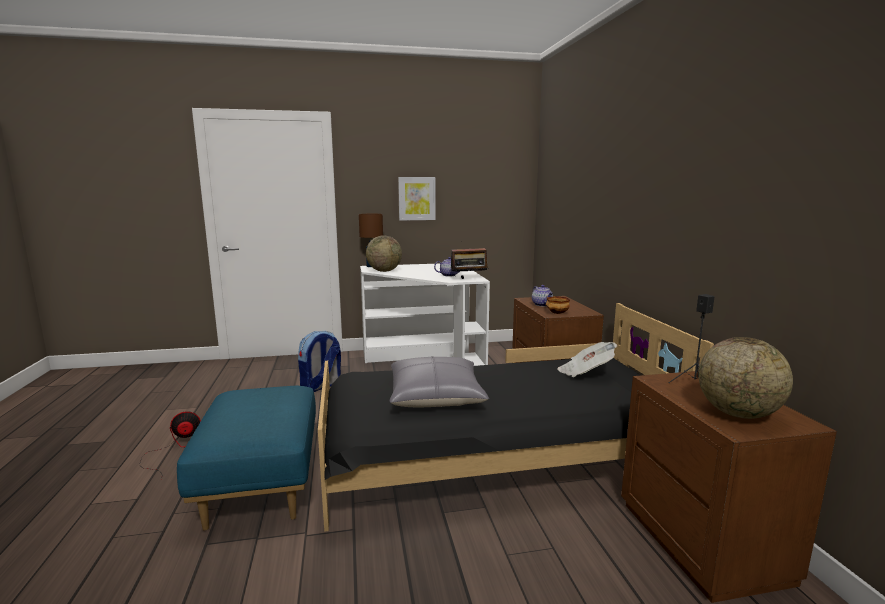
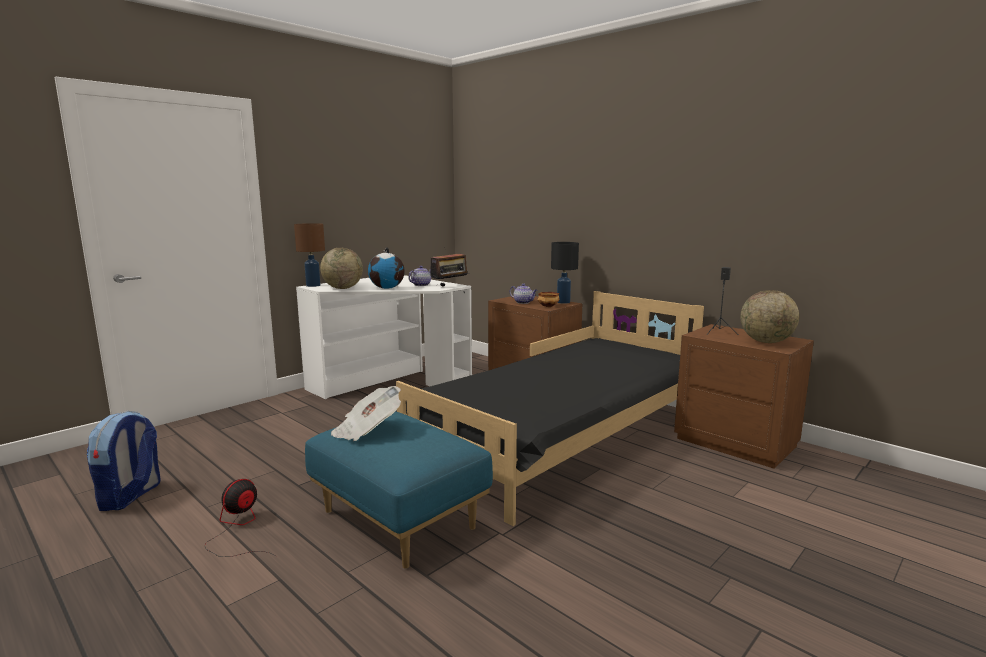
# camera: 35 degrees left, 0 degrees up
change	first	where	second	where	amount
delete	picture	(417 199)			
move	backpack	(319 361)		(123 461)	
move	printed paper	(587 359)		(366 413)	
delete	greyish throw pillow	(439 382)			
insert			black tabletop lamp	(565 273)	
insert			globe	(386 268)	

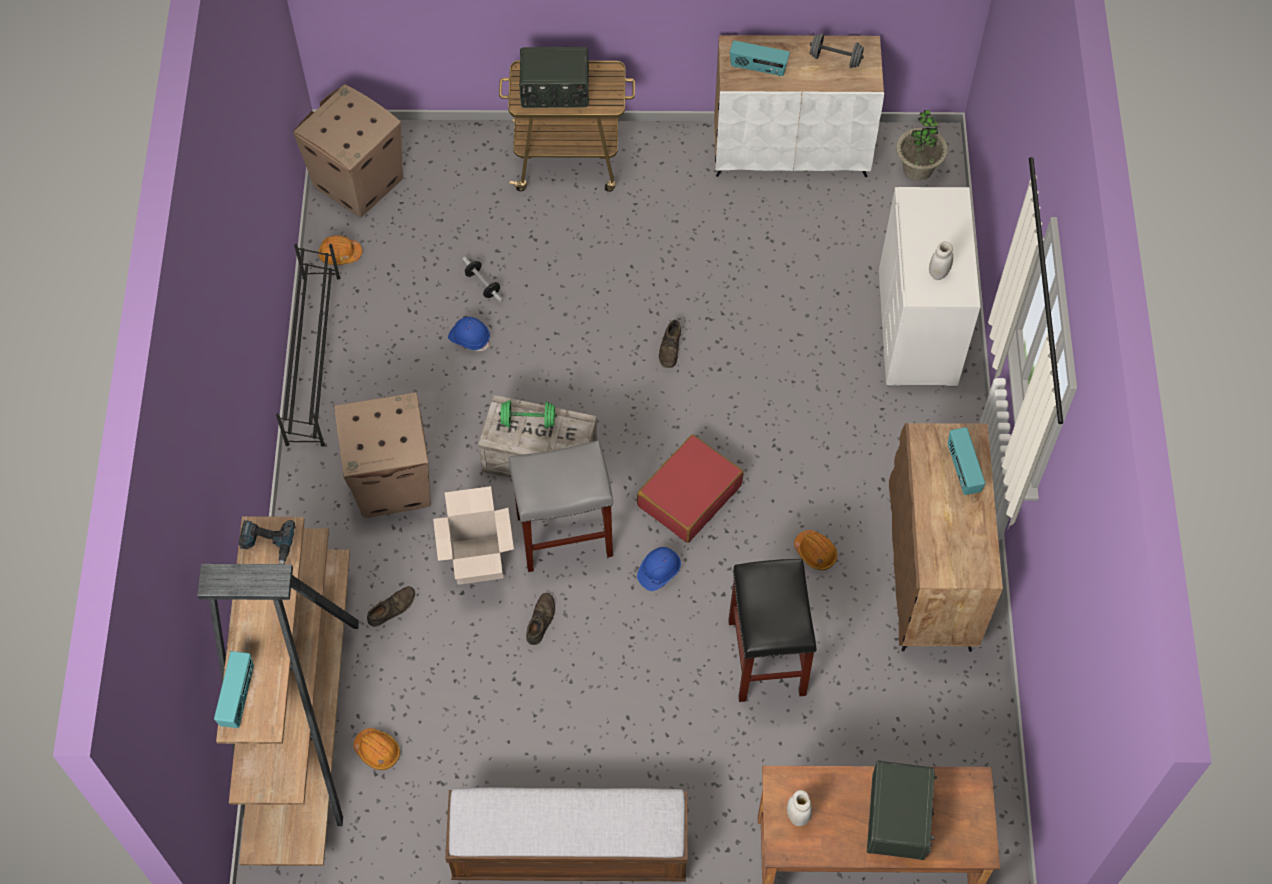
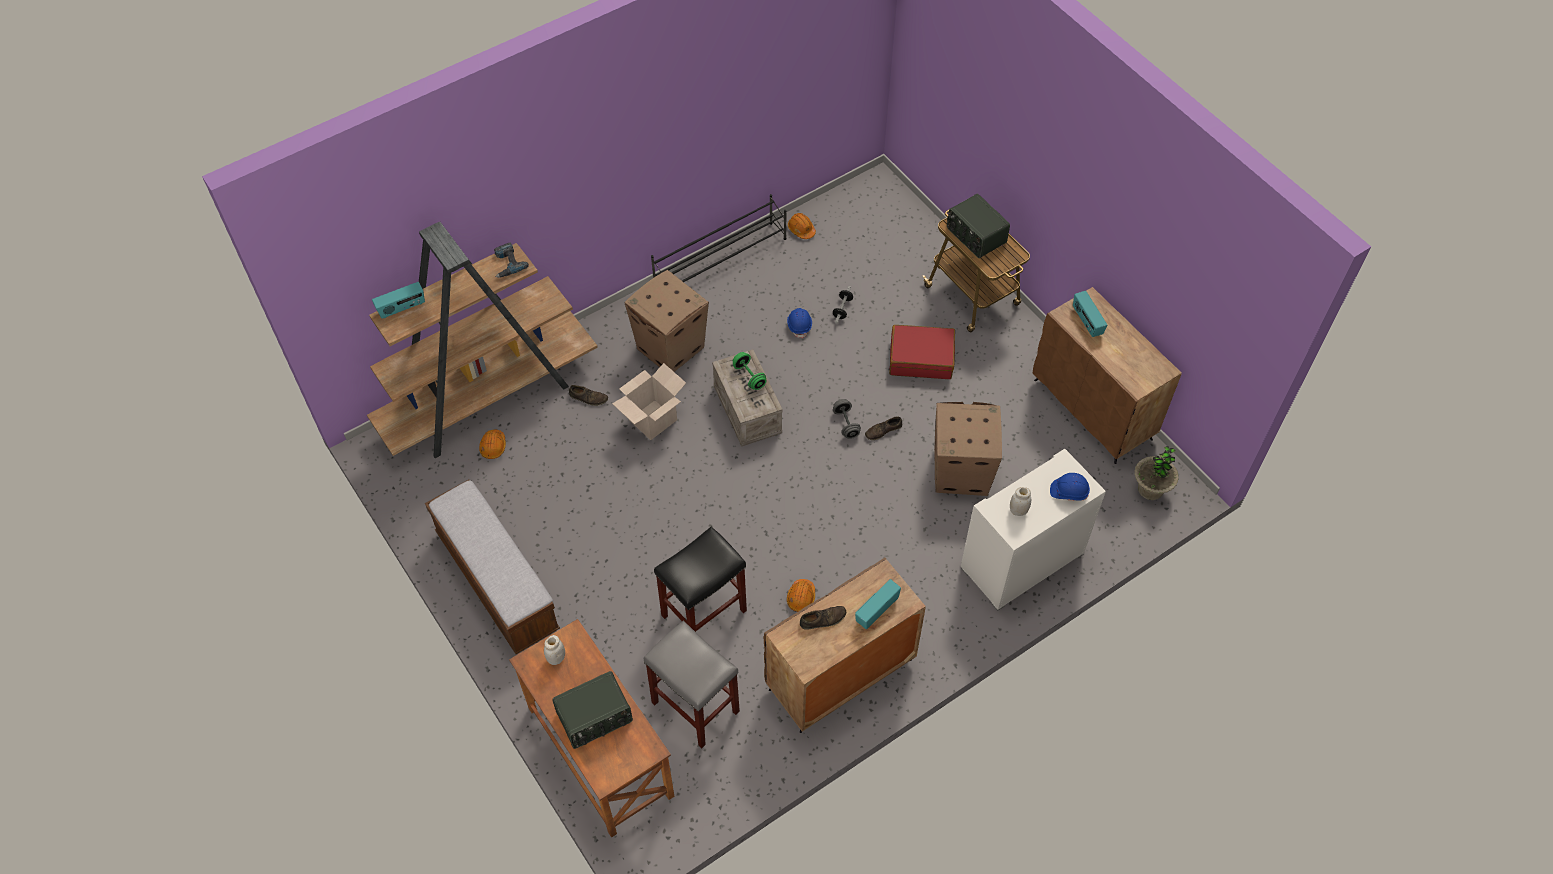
# camera: 55 degrees right, 5 degrees down
change	first	where	second	where	amount
move	greyish free weight	(837 50)		(847 419)	
recolor	white cupboard	(799 106)	brown cupboard	(1107 375)	
move	cardboard box	(348 151)		(968 449)	
move	reddish piece of luggage	(690 488)		(922 352)	
move	greyish stool seat	(561 506)		(692 684)	
move	blue-coloured safety helmet	(659 569)		(1070 487)	
move	brown low shoe	(540 619)		(823 618)	

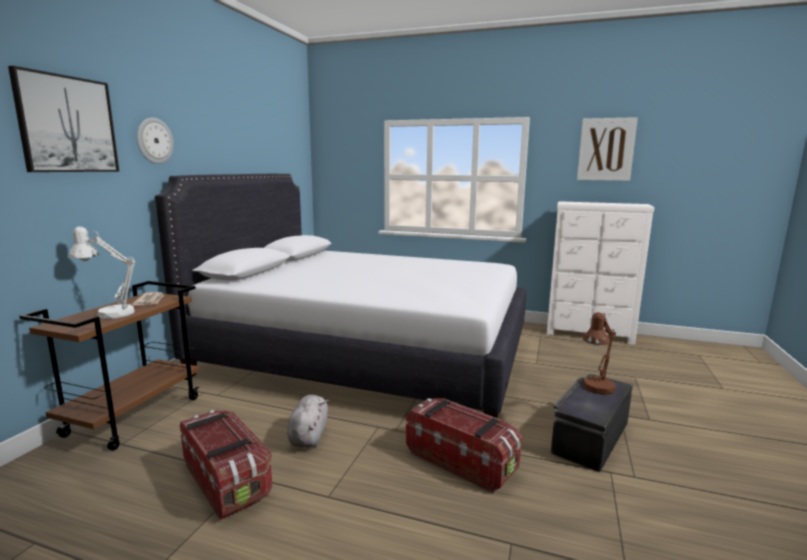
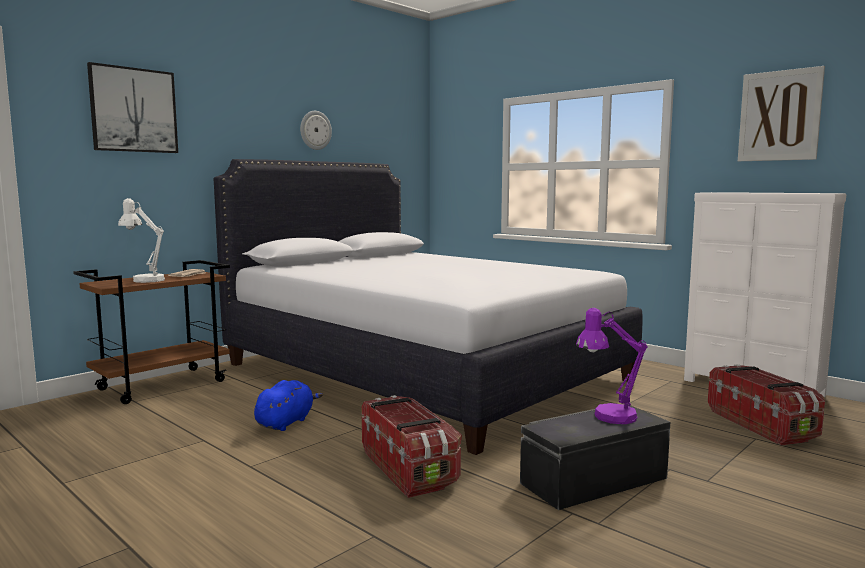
# camera: 25 degrees right, 5 degrees down
change	first	where	second	where	amount
move	hanging clock	(155 141)		(316 130)	
recolor	brown tabletop lamp	(599 353)	purplish tabletop lamp	(612 366)	
recolor	greyish plush toy	(308 421)	blue-coloured plush toy	(288 405)	
move	storage box	(226 465)		(766 405)	

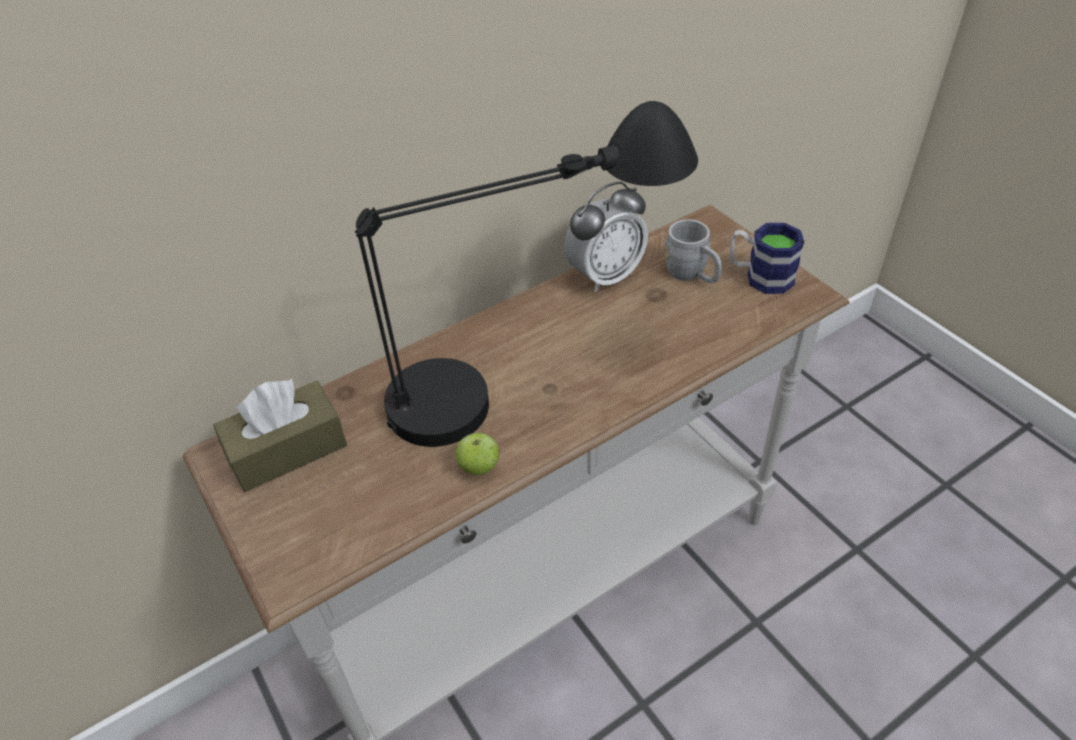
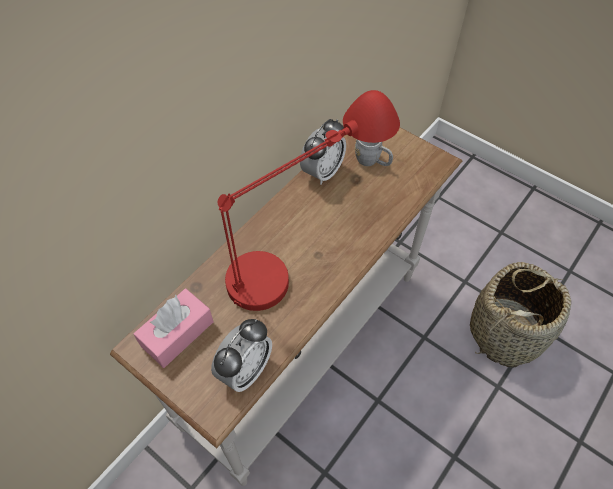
# camera: 20 degrees left, 10 degrees up
change	first	where	second	where	amount
recolor	black tabletop lamp	(526 274)	reddish tabletop lamp	(309 200)	
delete	coffee mug	(767 258)			
recolor	brown tissue box	(280 435)	pink-coloured tissue box	(174 328)	
delete	apple fruit	(477 454)			
insert			basket	(520 314)	
insert			table clock	(241 355)	

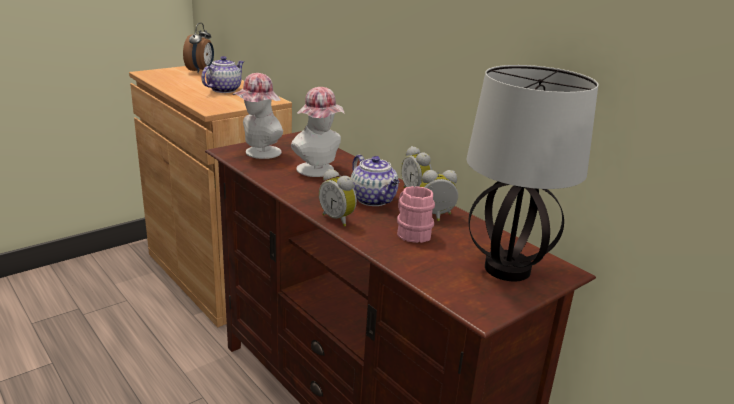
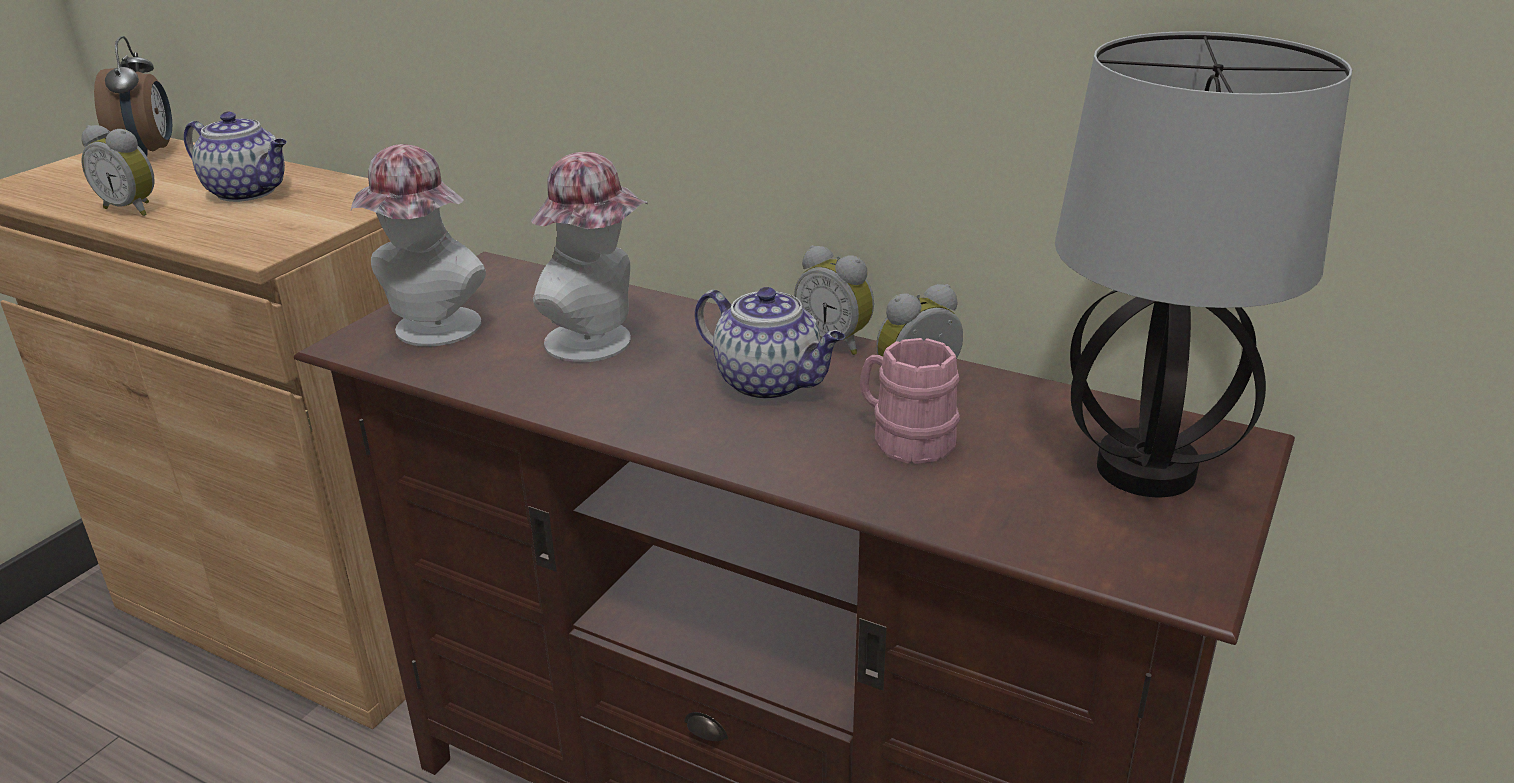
# camera: 20 degrees left, 5 degrees up
change	first	where	second	where	amount
rotate	pot for tea	(222 74)		(235 156)	105 degrees clockwise
move	table clock	(338 197)		(118 170)	

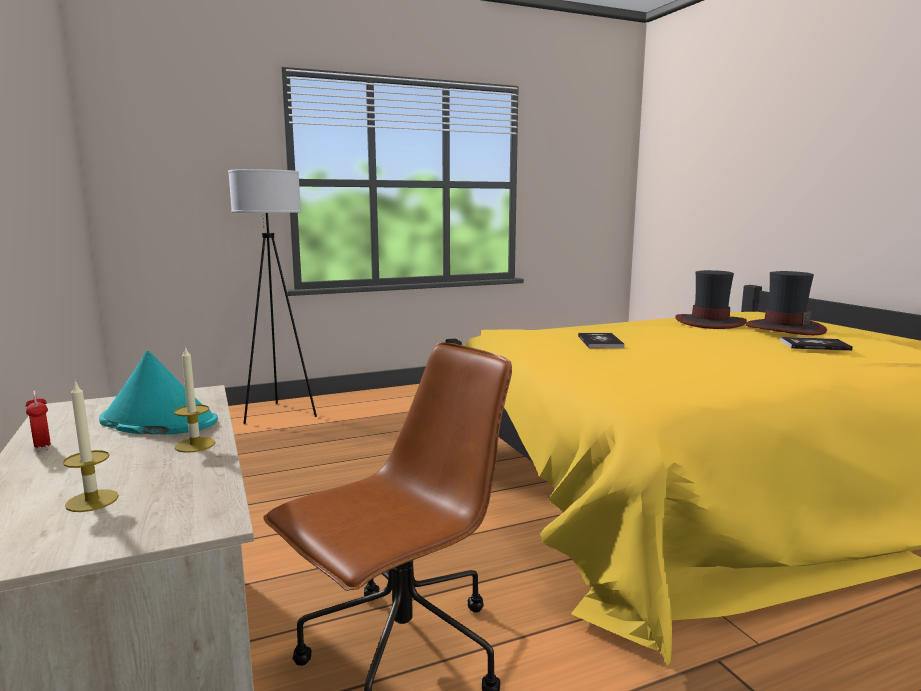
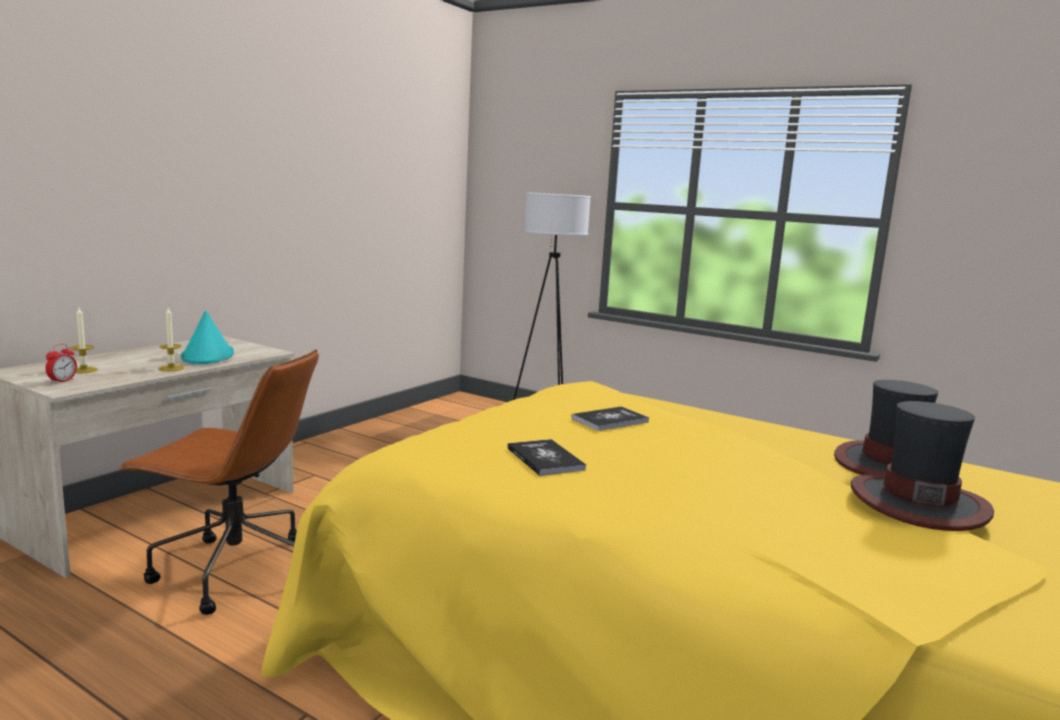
# camera: 55 degrees right, 0 degrees up
change	first	where	second	where	amount
move	book	(816 344)		(546 457)	
move	table clock	(38 421)		(61 364)	

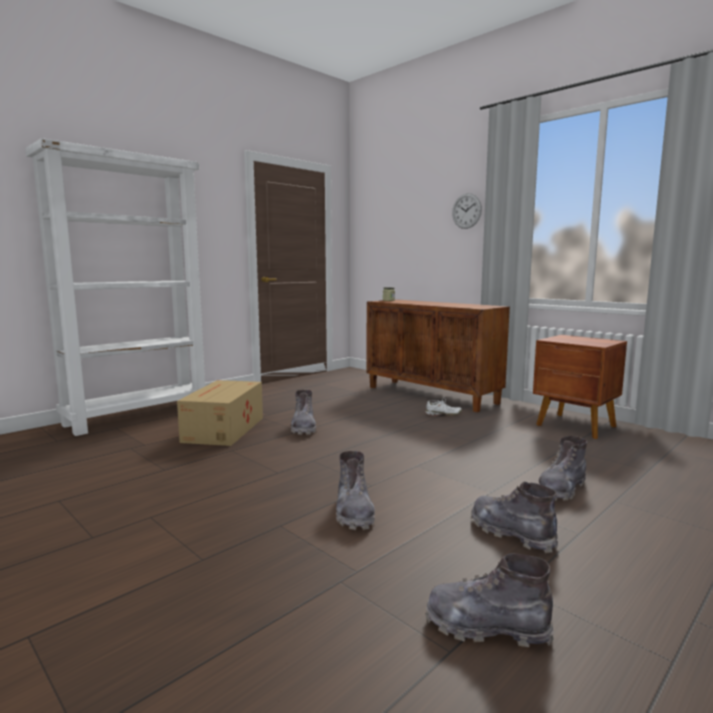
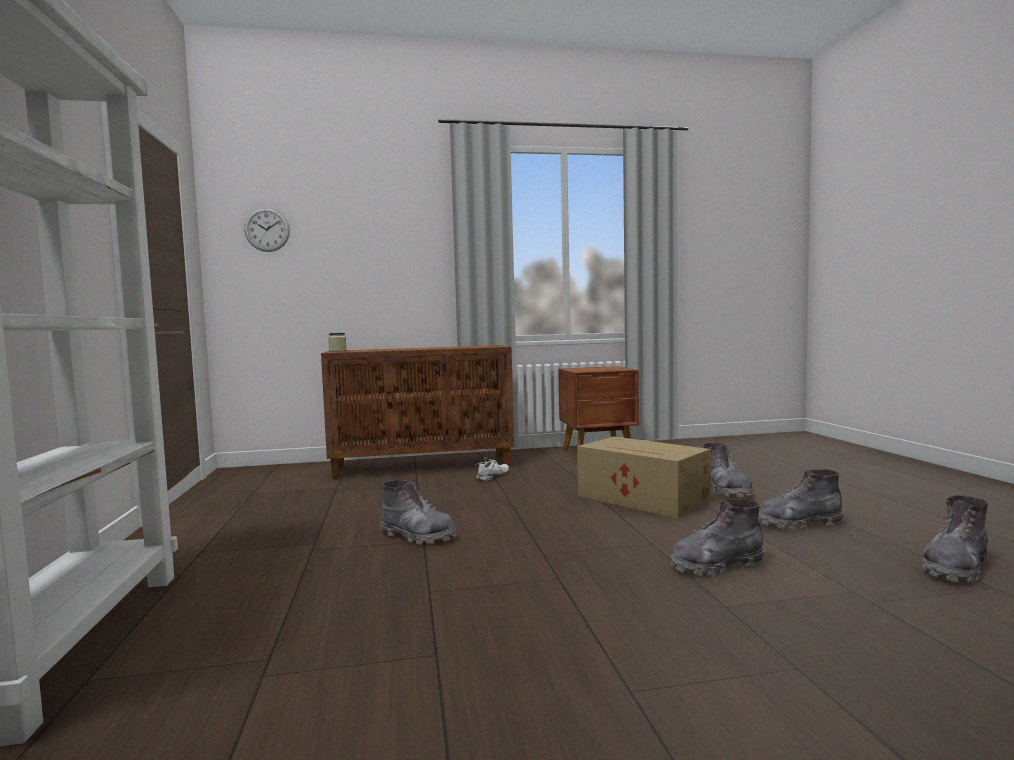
# camera: 55 degrees left, 5 degrees down
change	first	where	second	where	amount
move	hanging clock	(467 211)		(267 230)	
move	cardboard box	(220 413)		(644 477)	
rotate	greyish boot	(355 490)		(718 537)	135 degrees clockwise

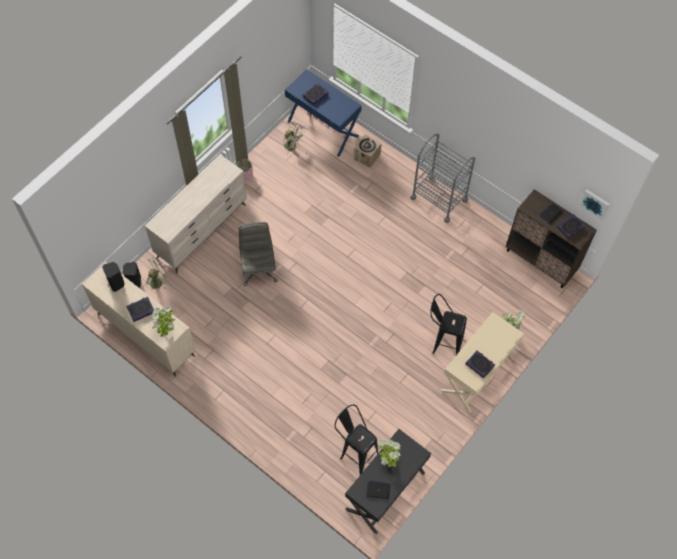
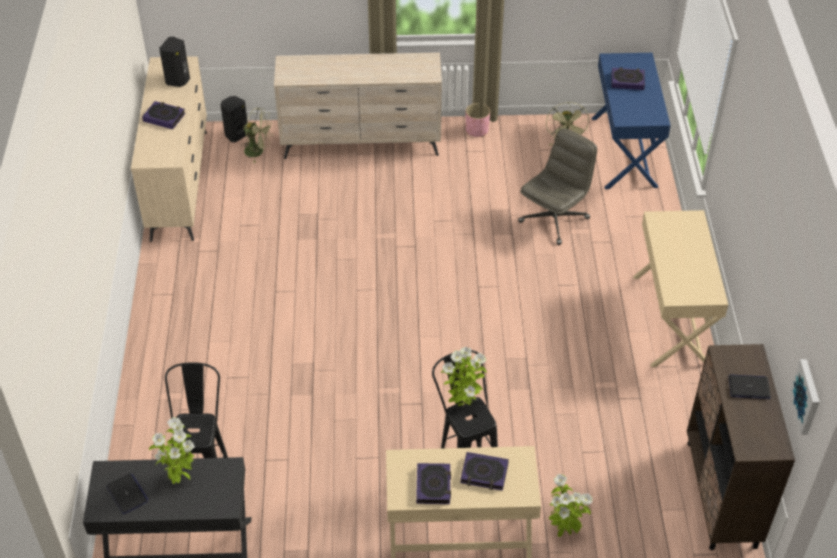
# camera: 50 degrees right, 15 degrees down
change	first	where	second	where	amount
delete	cardboard box	(368 151)			
replace	greyish trolley	(442 178)	sand-coloured desk table	(680 288)	
move	book	(570 226)		(484 471)	
move	greyish computer chair	(258 254)		(557 186)	
move	potted plant	(164 321)		(464 376)	

